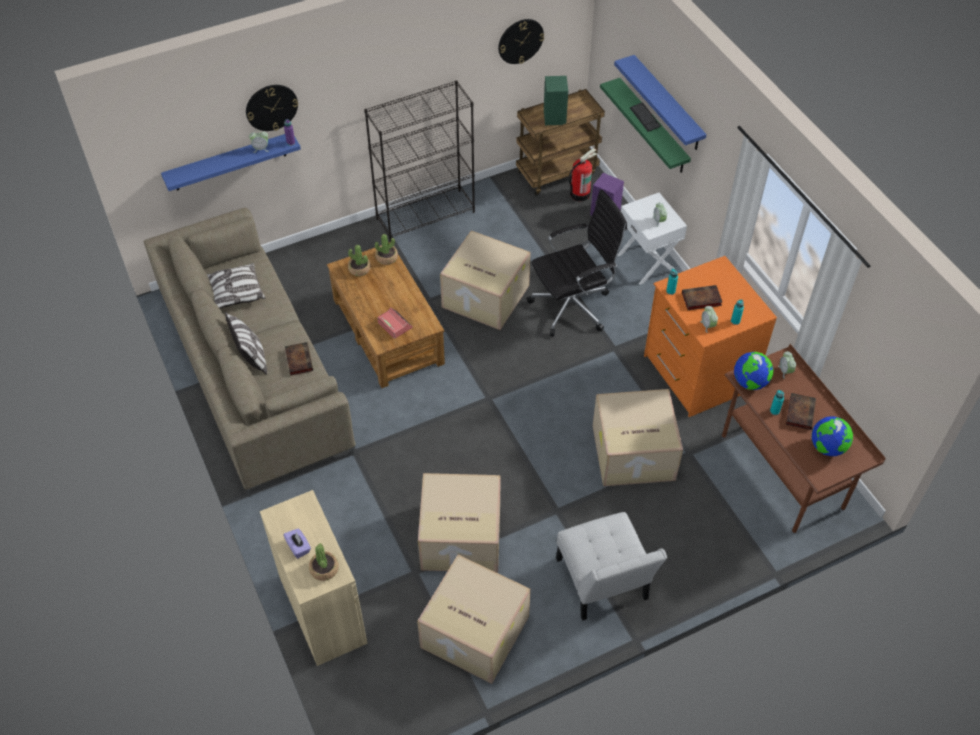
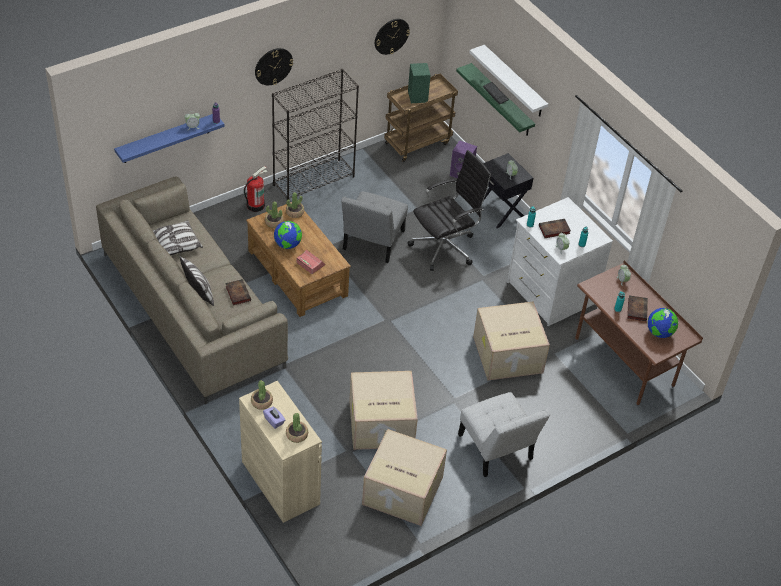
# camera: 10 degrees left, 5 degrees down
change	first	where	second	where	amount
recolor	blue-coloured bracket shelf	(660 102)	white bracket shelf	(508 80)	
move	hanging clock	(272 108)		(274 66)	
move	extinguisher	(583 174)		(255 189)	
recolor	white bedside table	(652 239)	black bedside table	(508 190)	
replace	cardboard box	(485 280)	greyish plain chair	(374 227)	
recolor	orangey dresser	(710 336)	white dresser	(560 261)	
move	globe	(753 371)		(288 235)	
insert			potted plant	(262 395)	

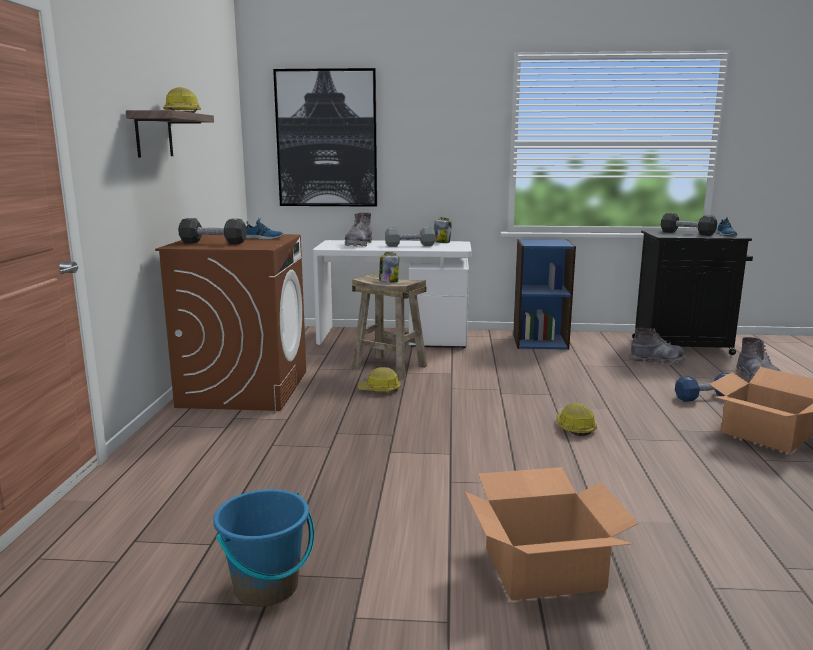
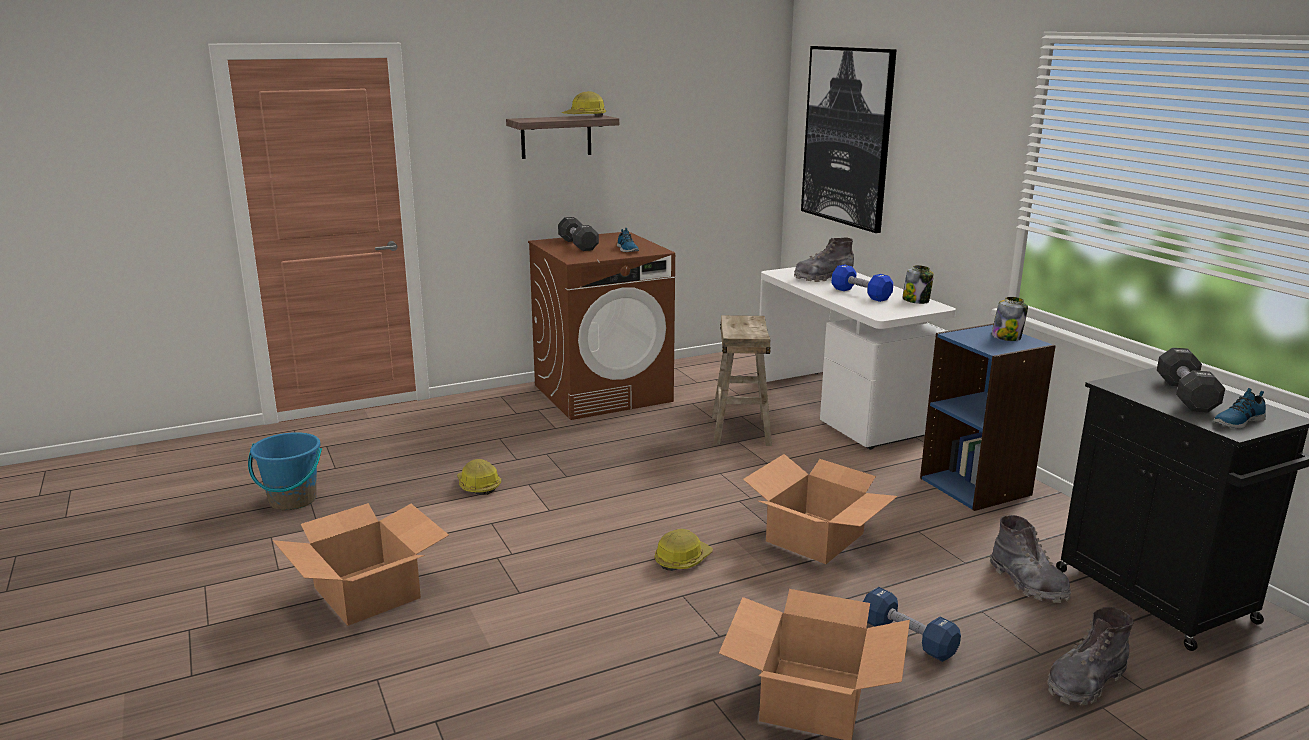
# camera: 60 degrees right, 5 degrees up
change	first	where	second	where	amount
recolor	greyish free weight	(410 237)	blue-coloured free weight	(862 283)	
move	preserve jar	(389 267)		(1009 319)	
move	safety helmet	(379 379)		(479 477)	
insert			cardboard box	(820 509)	

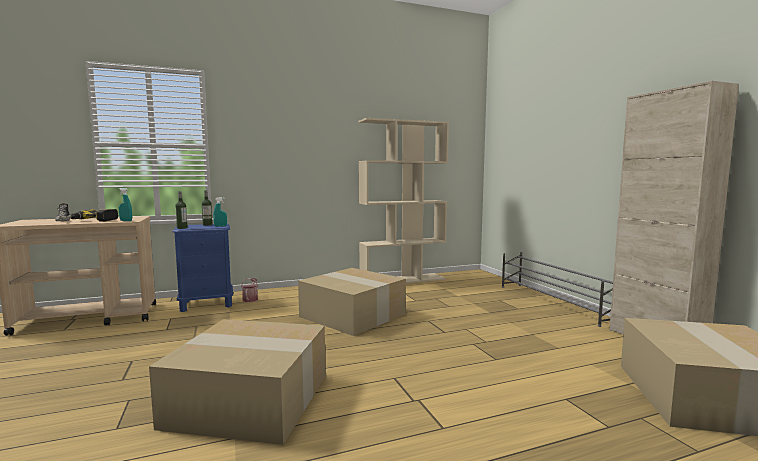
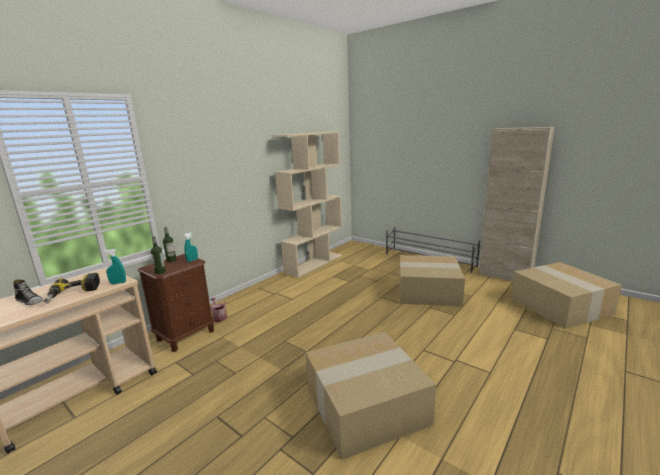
# camera: 30 degrees left, 10 degrees up
change	first	where	second	where	amount
recolor	blue-coloured bedside table	(202 267)	brown bedside table	(176 303)	
move	cardboard box	(352 302)		(432 280)	

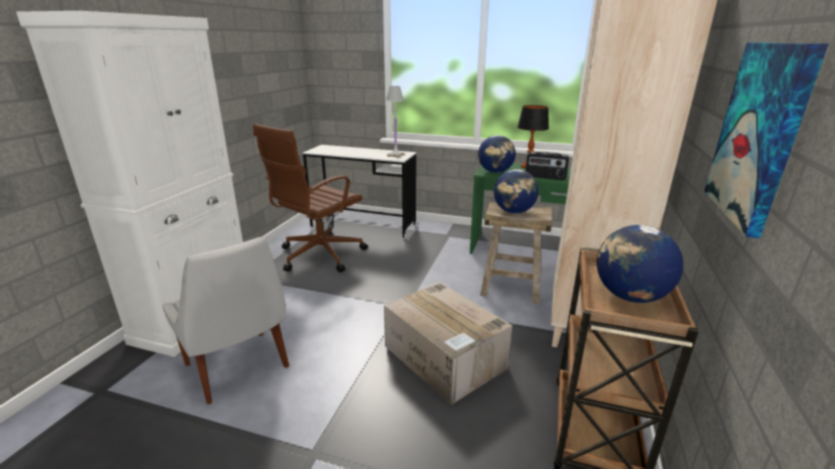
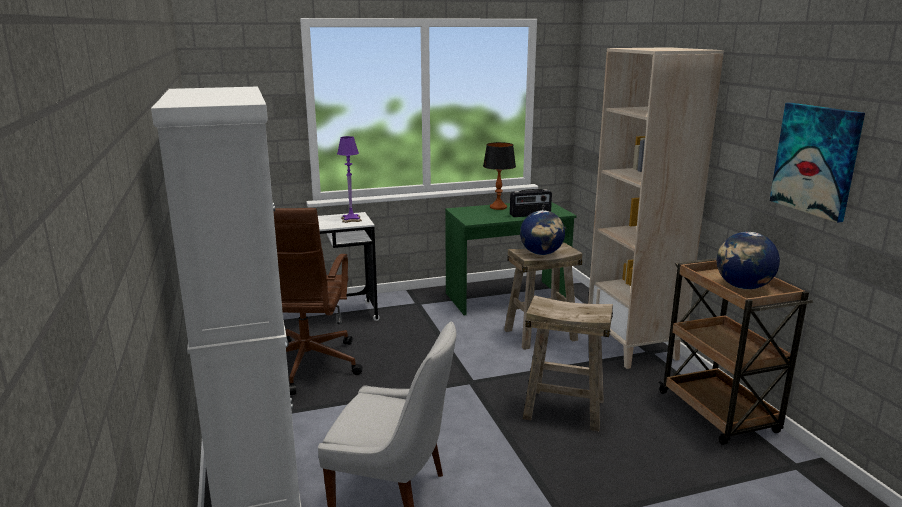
# camera: 35 degrees left, 5 degrees down
change	first	where	second	where	amount
recolor	white tabletop lamp	(395 122)	purplish tabletop lamp	(349 179)	
delete	globe	(497 154)			
replace	cardboard box	(448 343)	sand-coloured stool seat	(568 363)	

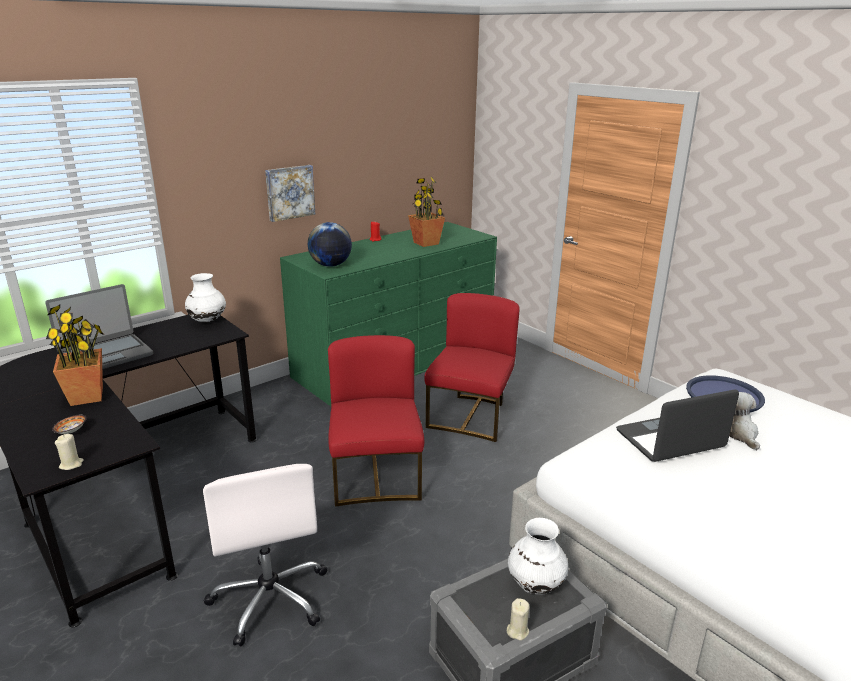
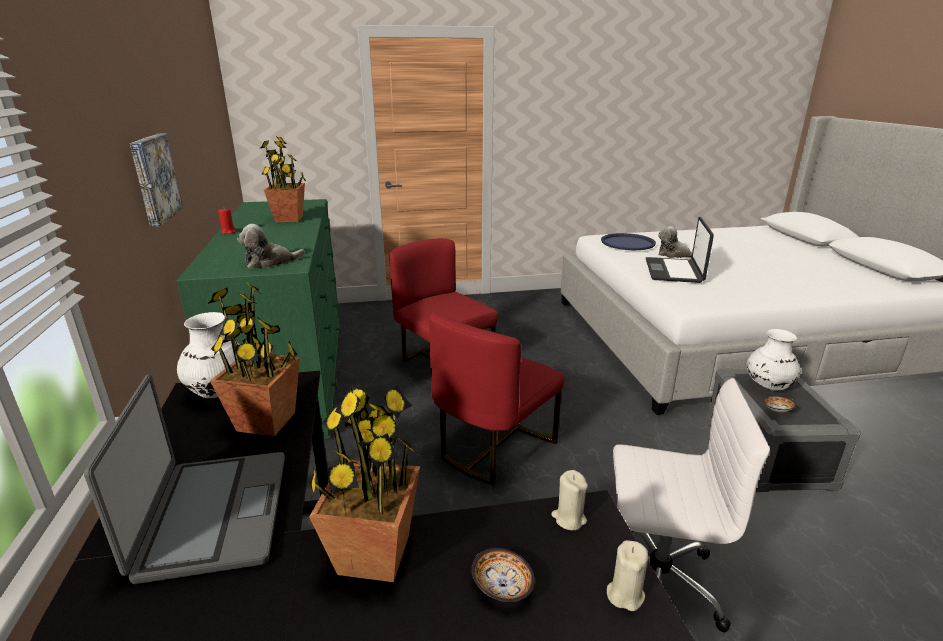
# camera: 60 degrees left, 0 degrees up
change	first	where	second	where	amount
replace	globe	(330 244)	plush toy	(271 246)	
rotate	reddish plain chair	(376 421)		(497 398)	75 degrees counterclockwise
move	sand-coloured wax light	(518 619)		(569 500)	
insert			potted plant	(254 358)	
insert			deep dish	(780 404)	

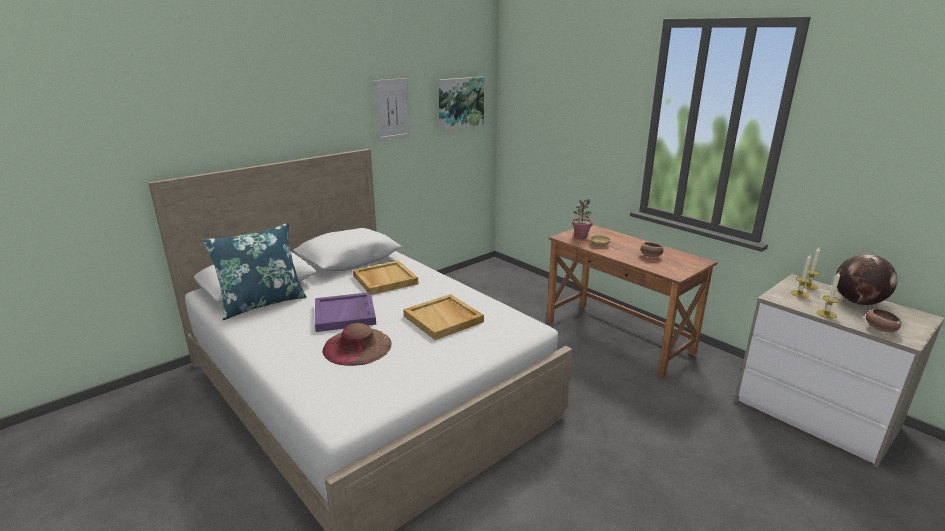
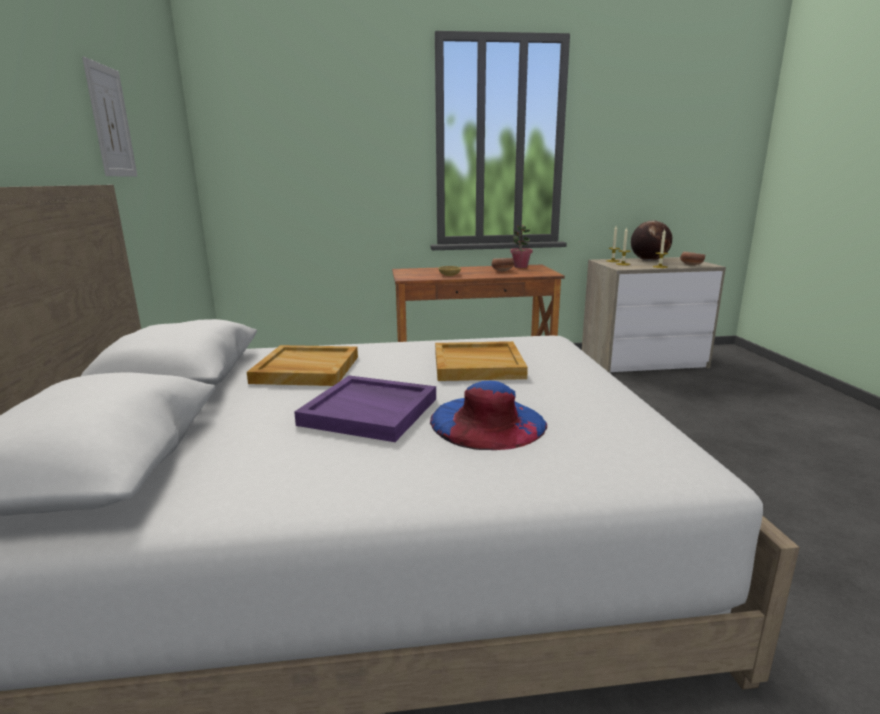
# camera: 55 degrees left, 5 degrees down
change	first	where	second	where	amount
delete	picture	(461 104)			
move	potted plant	(582 219)		(521 246)	
delete	blue-coloured throw pillow	(254 271)			
recolor	brown hat	(356 344)	blue-coloured hat	(488 415)	

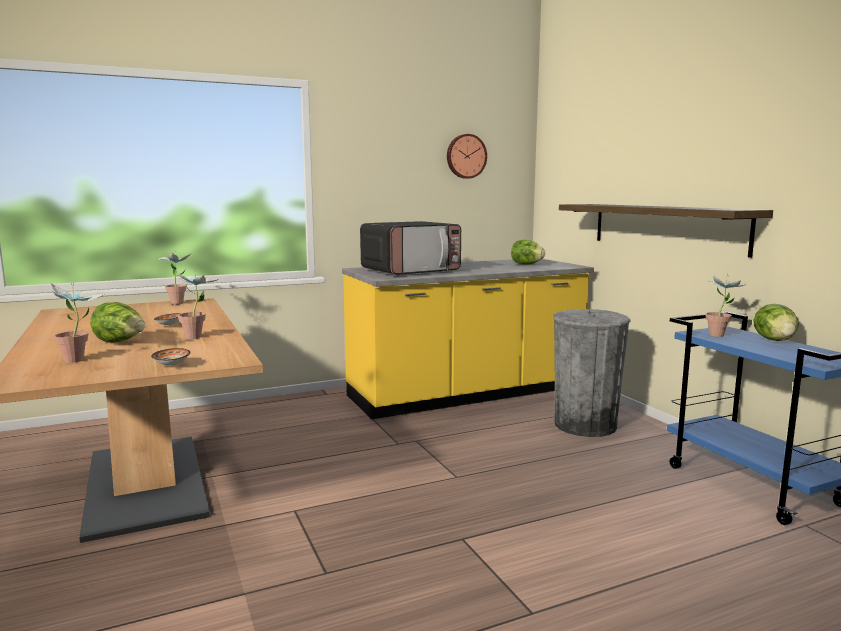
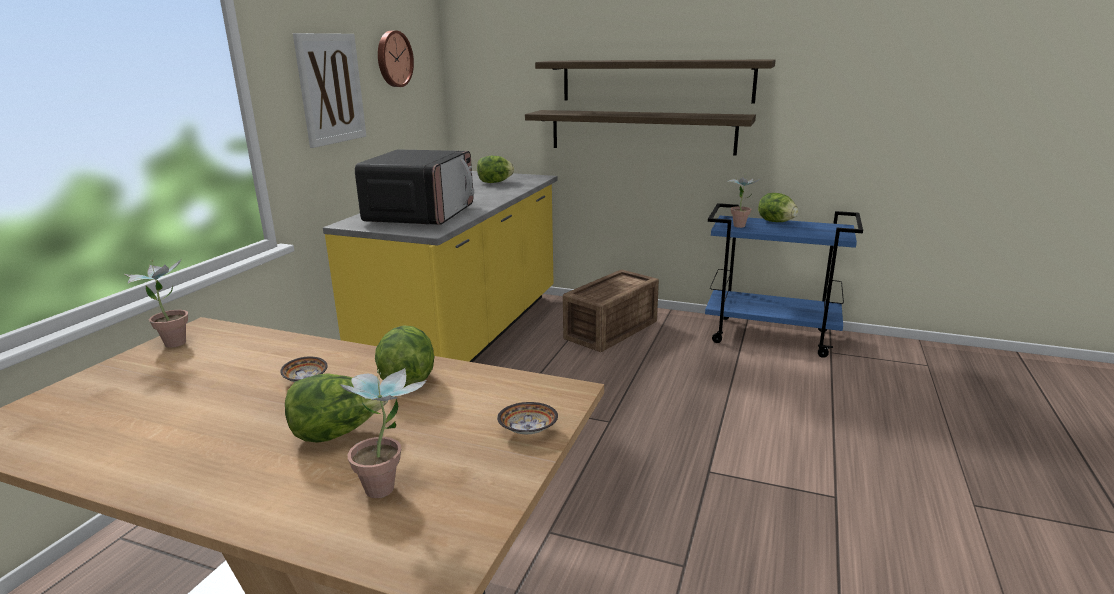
# camera: 45 degrees left, 10 degrees up
change	first	where	second	where	amount
replace	potted plant	(198 304)	lettuce head	(405 356)	
replace	greyish waste bin	(592 373)	packing crate	(611 311)	
insert			picture	(329 90)	
insert			bracket shelf	(655 81)	

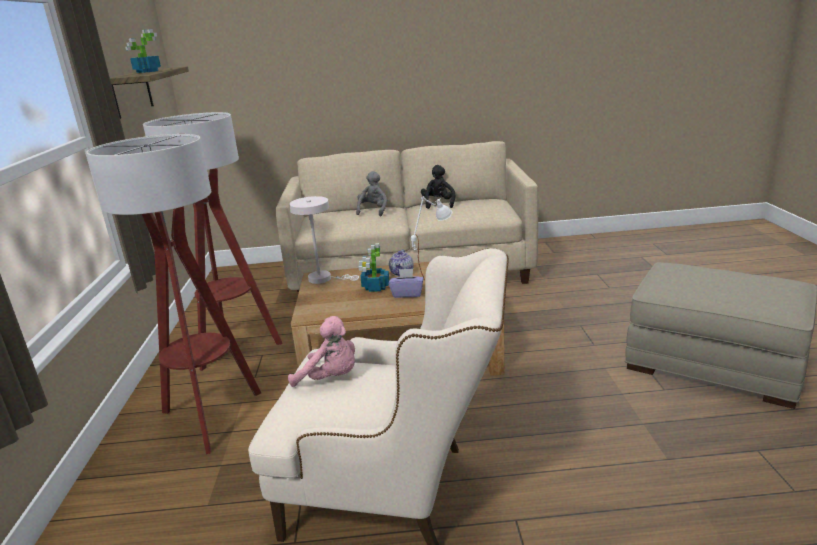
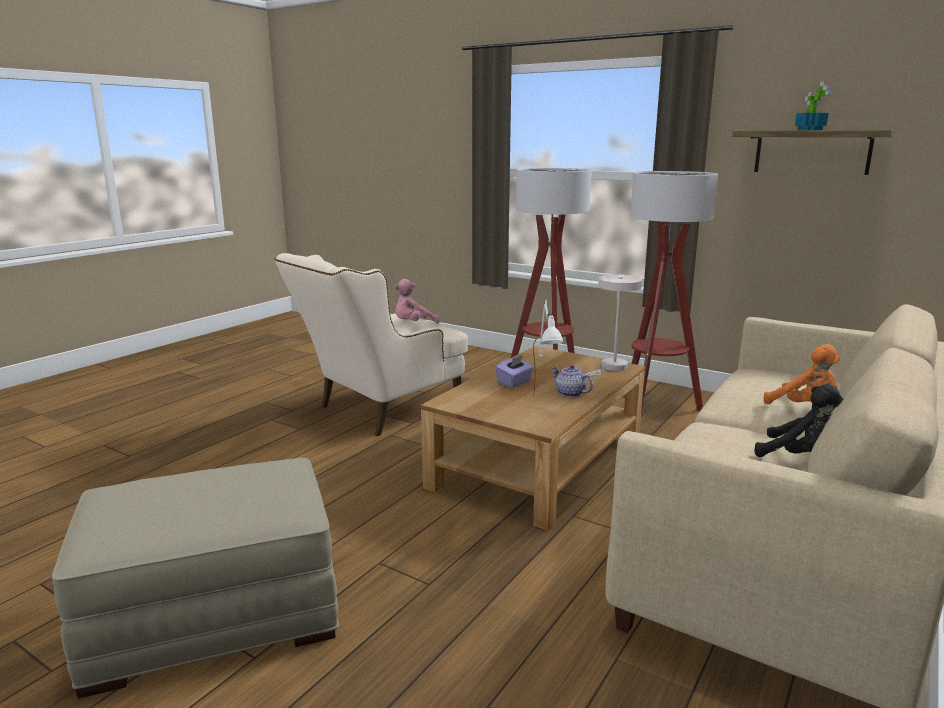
# camera: 125 degrees right, 5 degrees down
change	first	where	second	where	amount
recolor	greyish plush toy	(372 193)	orangey plush toy	(802 374)	
delete	potted plant	(374 267)			

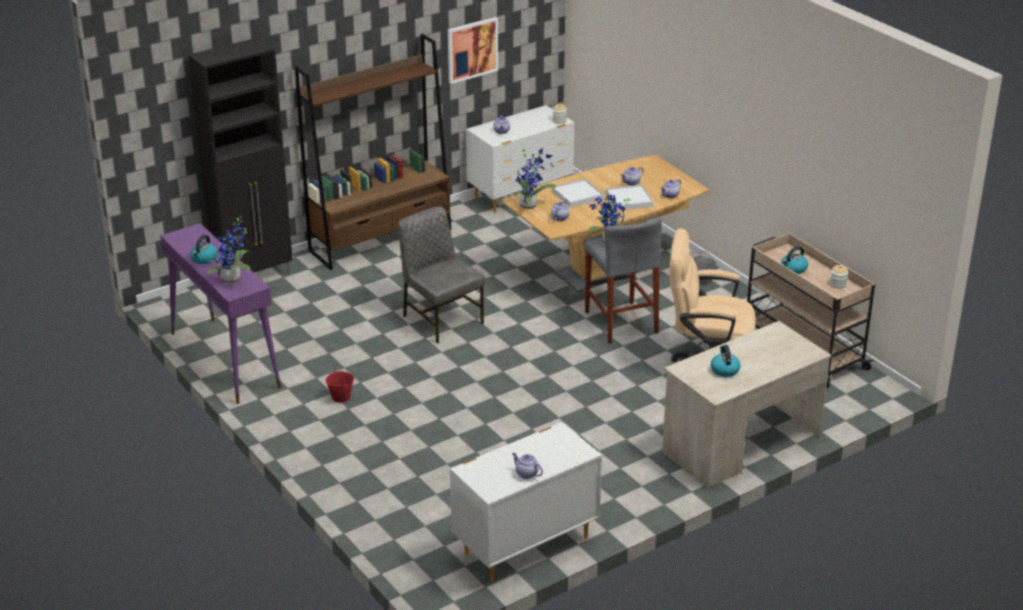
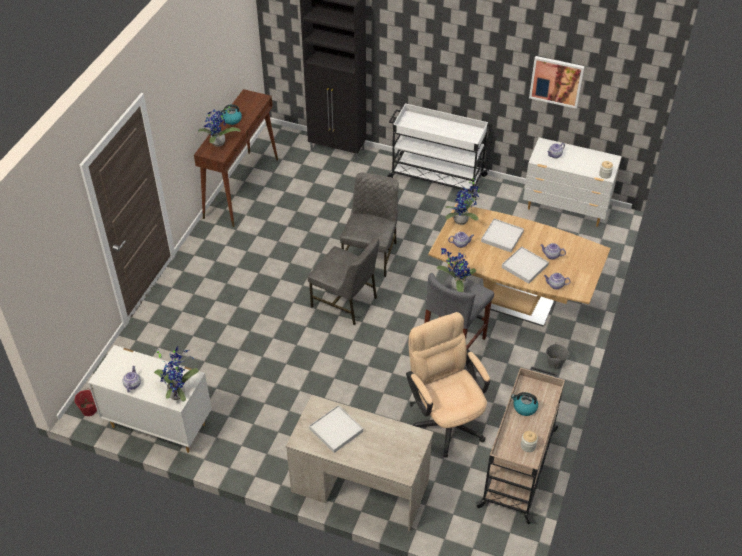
# camera: 55 degrees right, 15 degrees up
change	first	where	second	where	amount
replace	brown bookshelf	(373 152)	white trolley	(438 152)	
recolor	purplish console table	(220 313)	brown console table	(236 158)	
replace	water kettle	(726 361)	white tray	(336 429)	
move	reddish pail	(340 384)		(86 402)	
insert			greyish plain chair	(343 280)	
insert			potted plant	(176 374)	

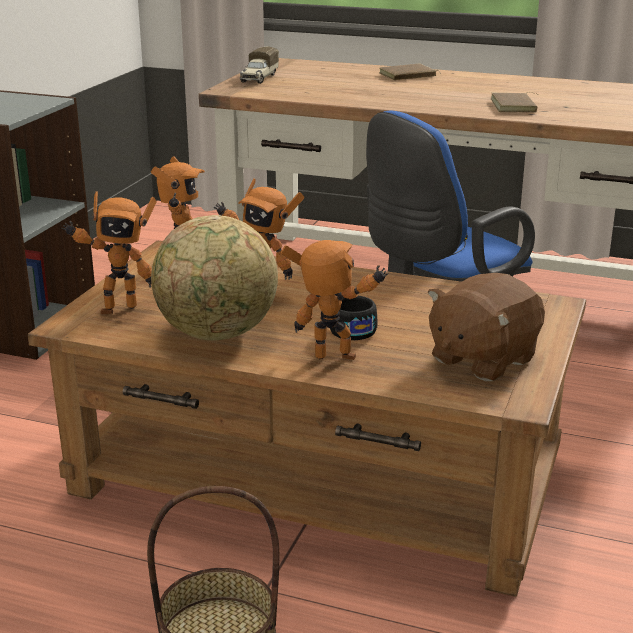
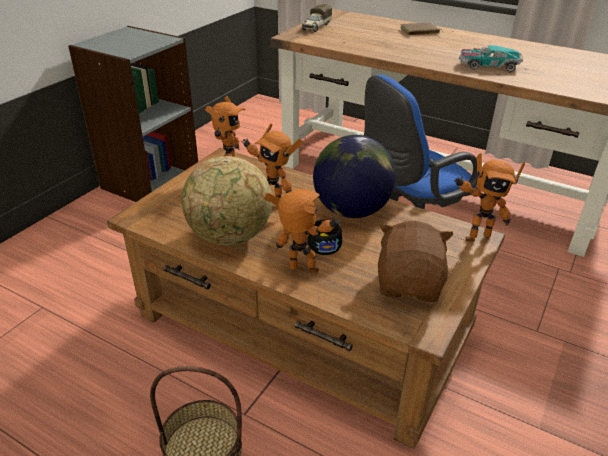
# camera: 10 degrees right, 10 degrees up
change	first	where	second	where	amount
replace	brown book	(514 102)	toy car	(491 58)	
move	toy robot	(109 252)		(489 197)	
rotate	brown plush toy	(486 327)		(415 261)	135 degrees clockwise
insert			globe	(354 176)	

